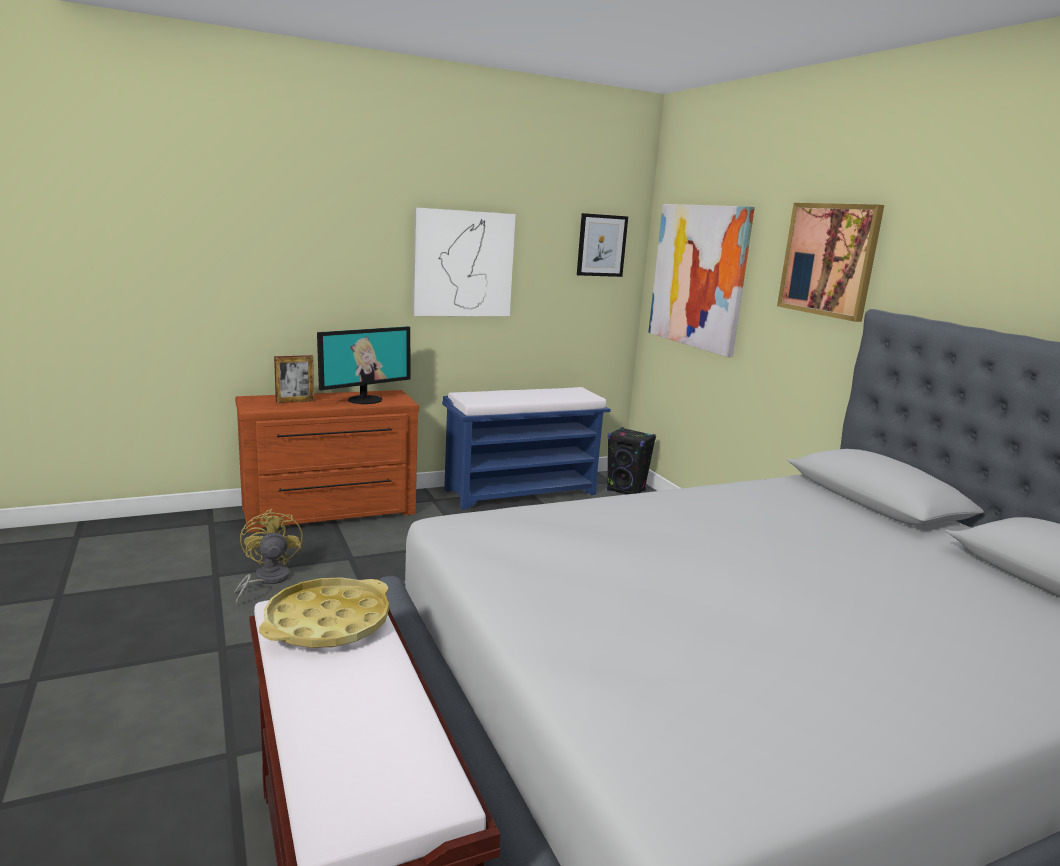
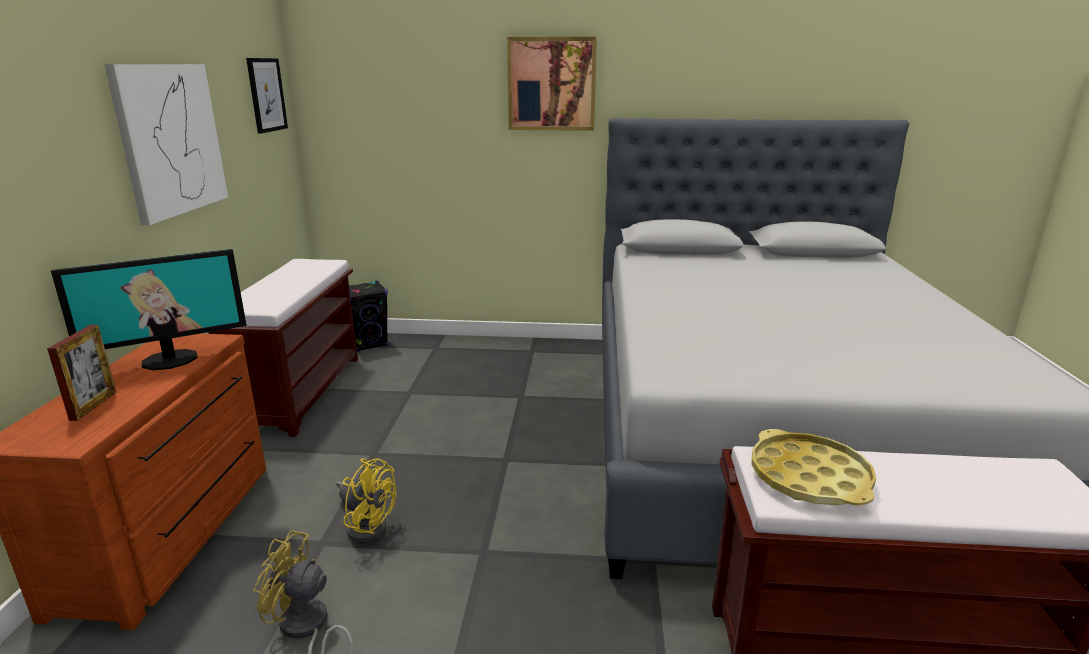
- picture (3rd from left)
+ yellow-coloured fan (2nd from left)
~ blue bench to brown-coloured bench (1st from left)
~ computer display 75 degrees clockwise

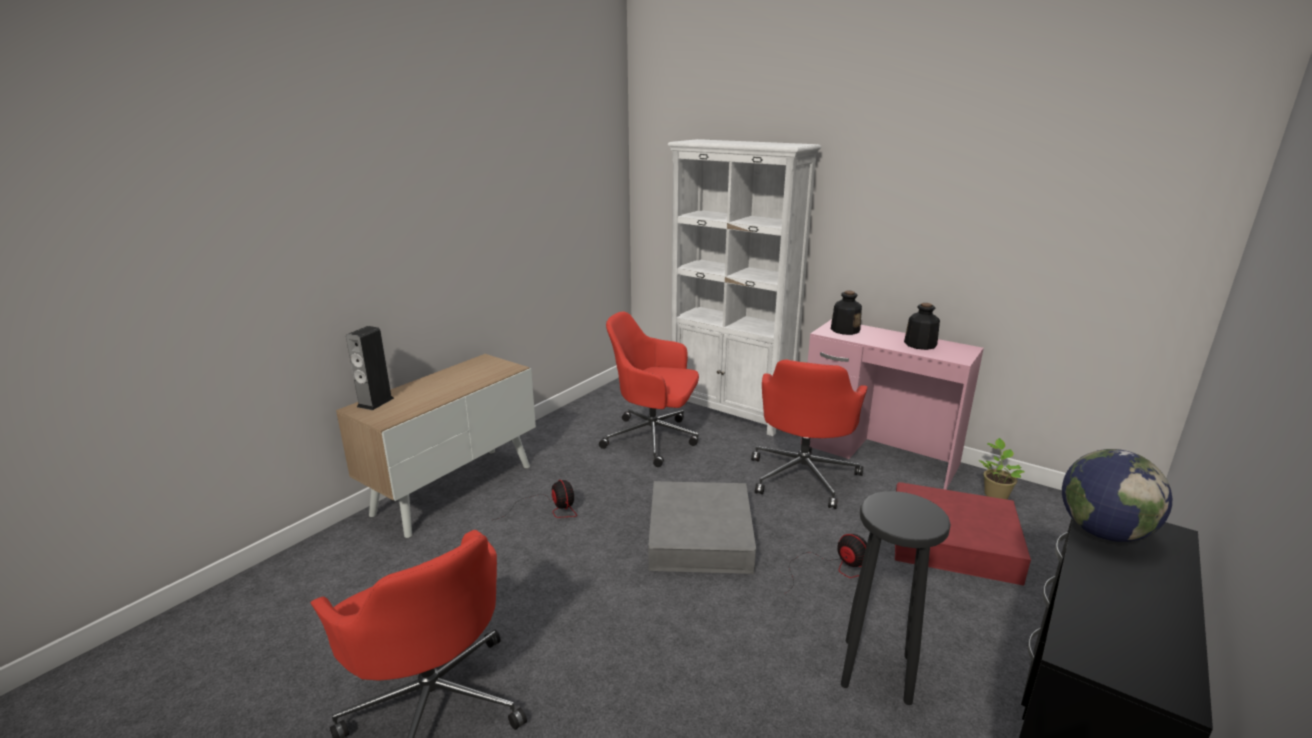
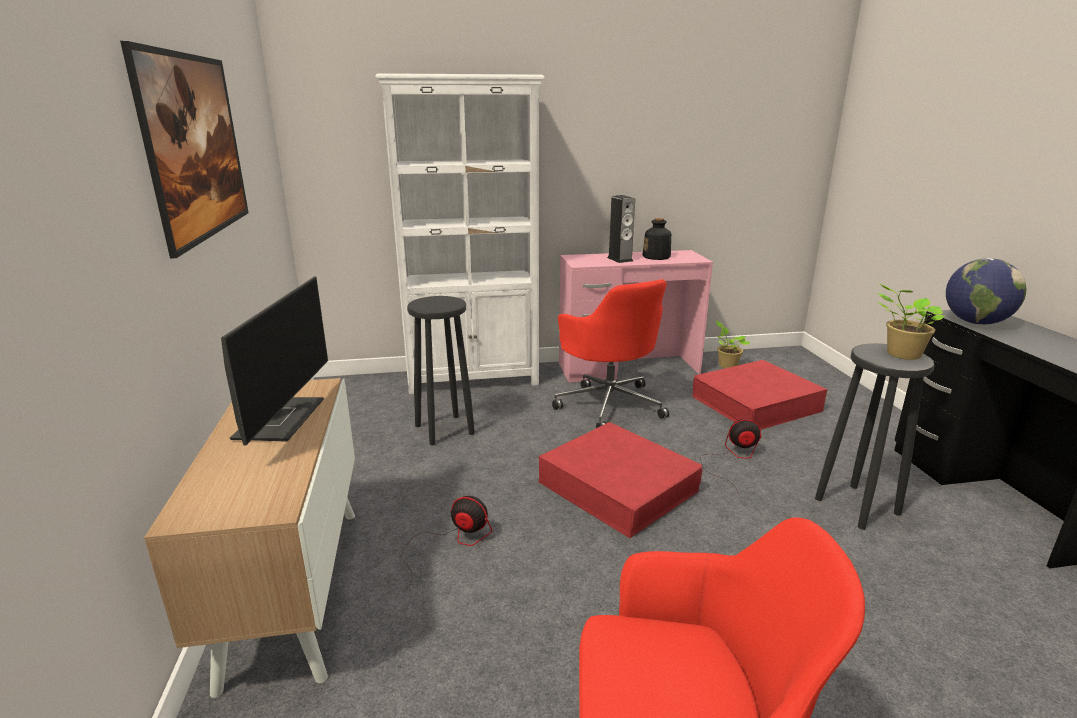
- drink bottle (1st from left)
+ picture
+ computer display
+ plant in a pot (2nd from left)
~ loudspeaker
~ red-coloured computer chair (2nd from left) to blackish stool (1st from left)
~ greyish storage container to red-coloured storage container (1st from left)

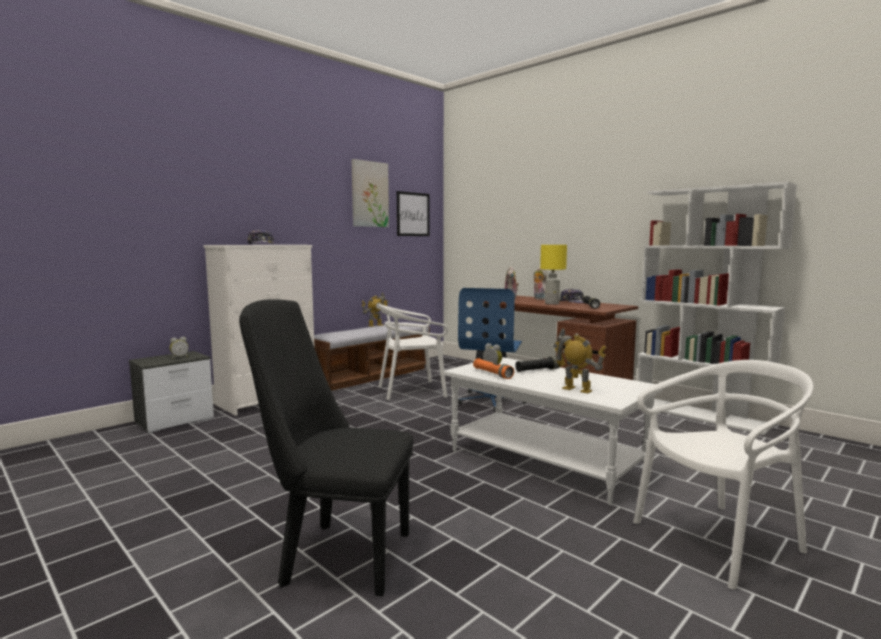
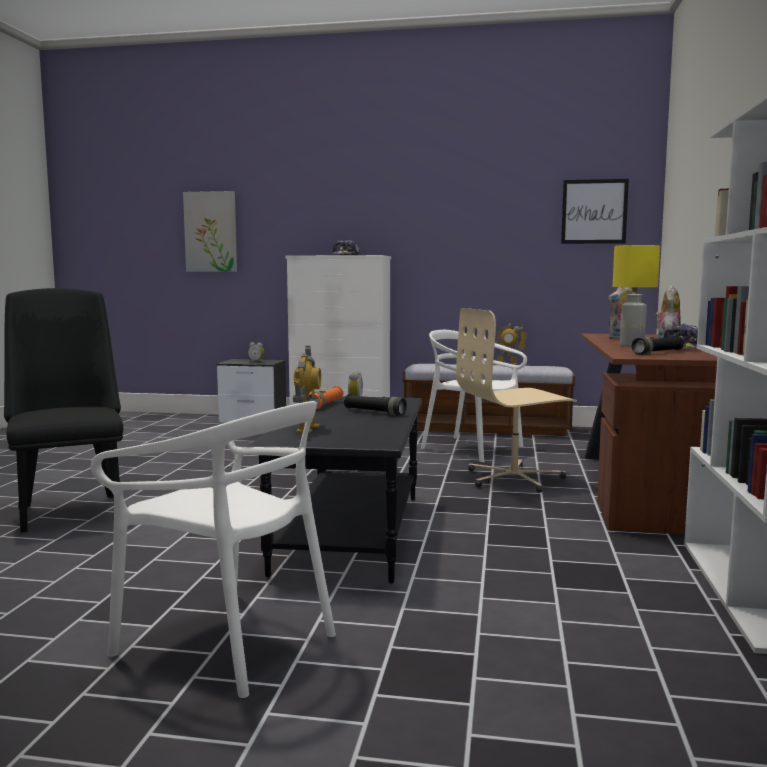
~ picture (1st from left)
~ white-coloured lounge table to blackish lounge table
~ blue computer chair to beige computer chair

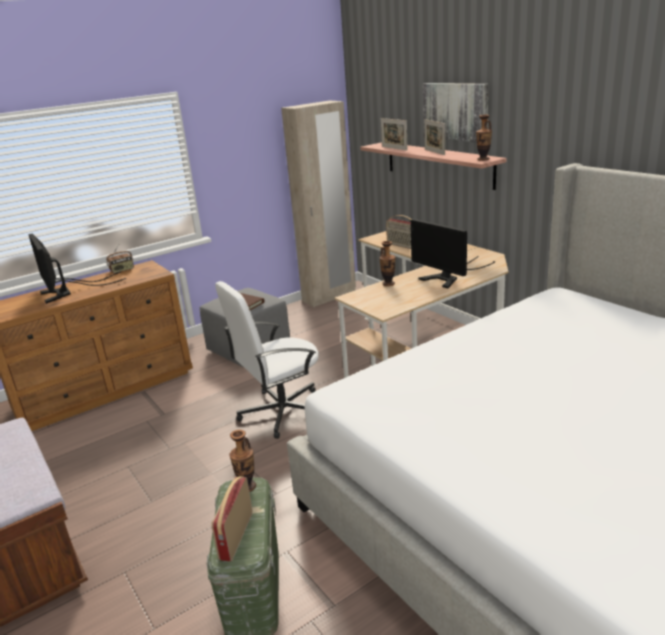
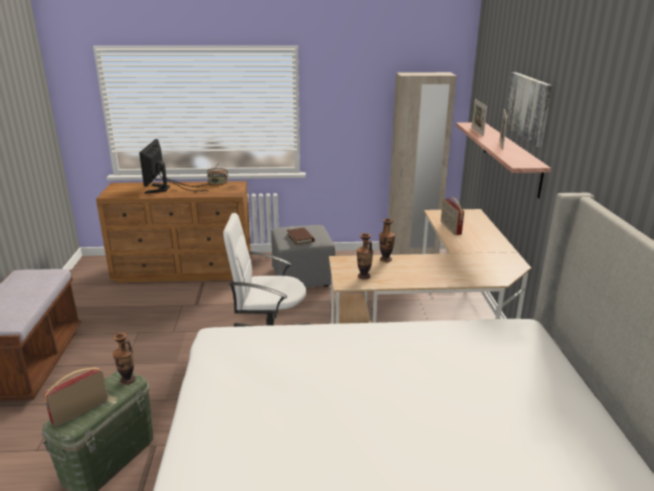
- computer display (2nd from left)
~ flower vase (3rd from left in the first image) to flower vase (2nd from left)

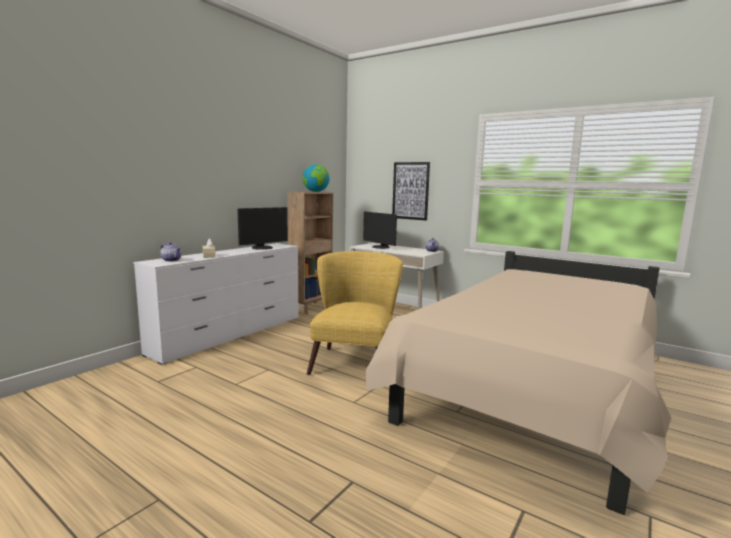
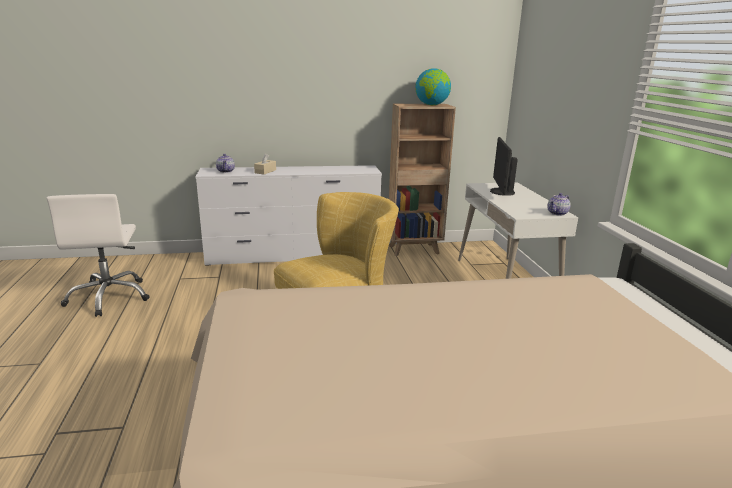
- computer display (1st from left)
- picture
+ white-coloured computer chair

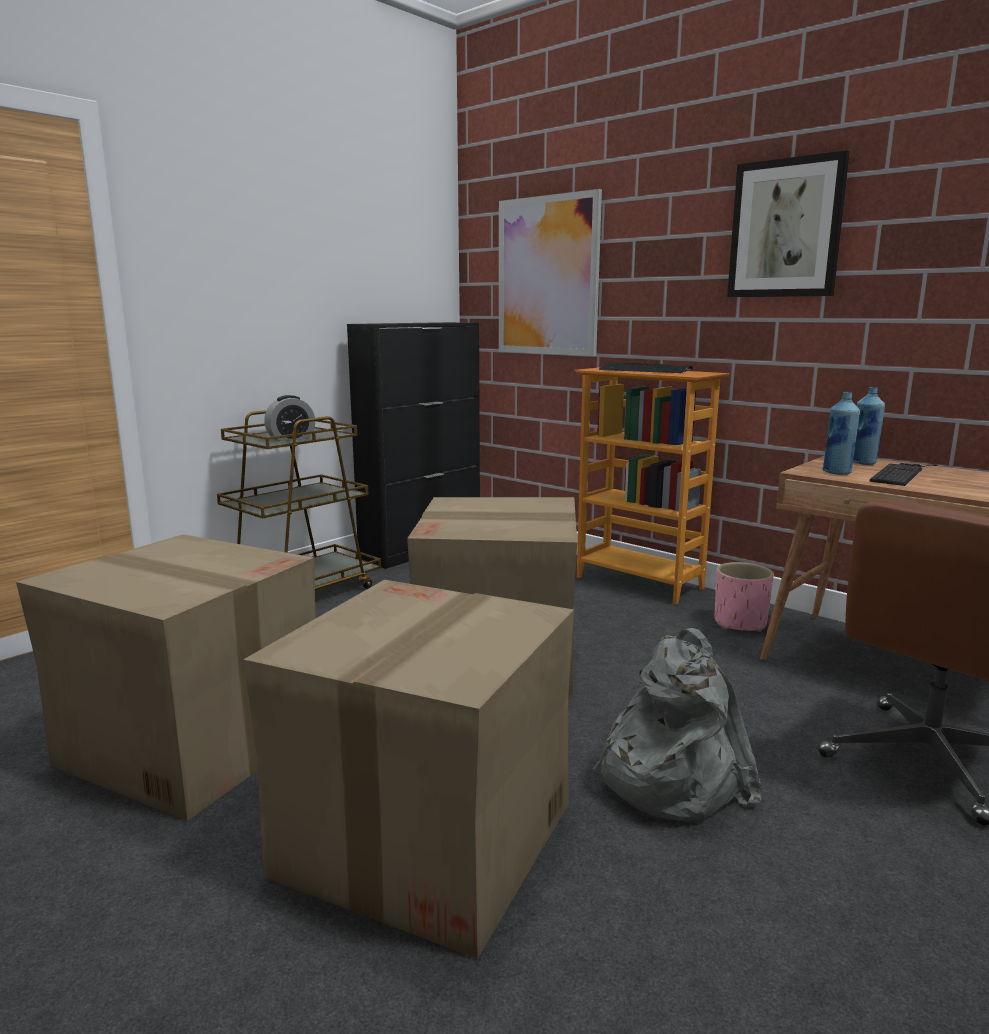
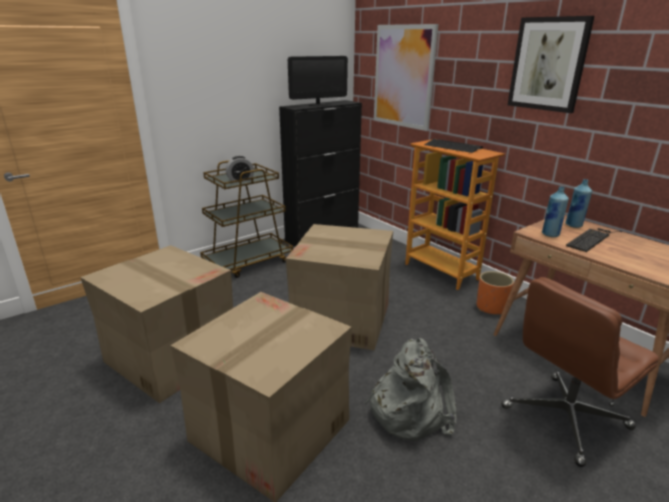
+ computer display
~ pinkish plant pot to orange plant pot

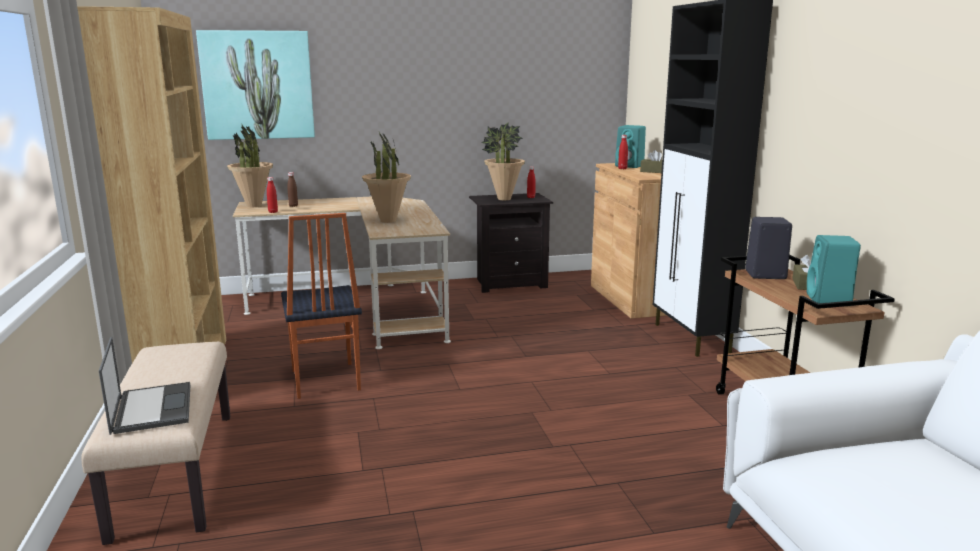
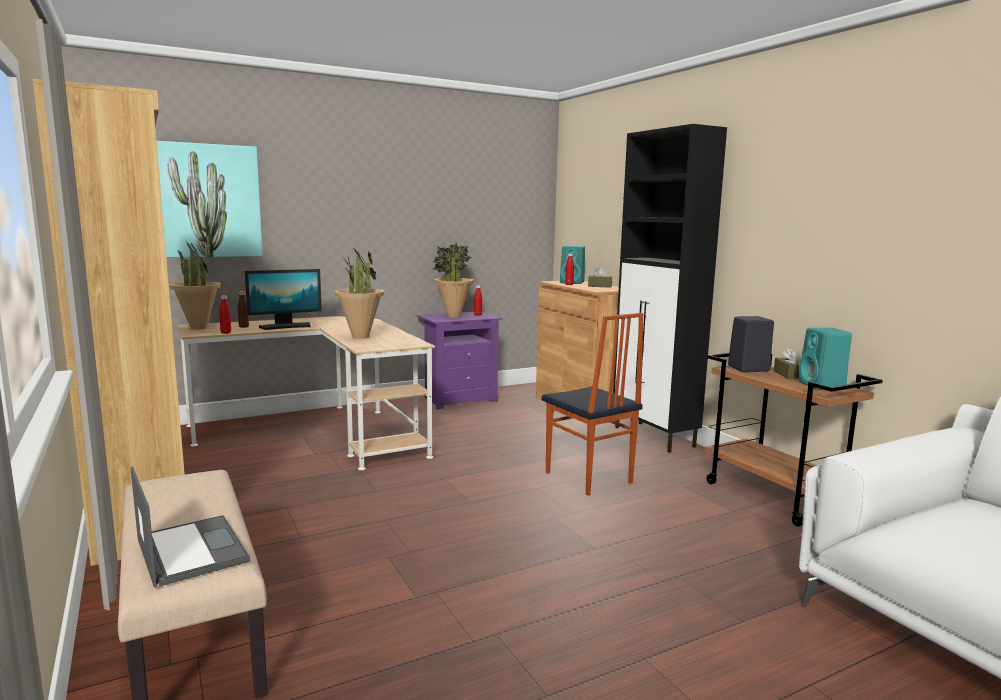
+ computer display
~ plain chair
~ blackish night table to purple night table

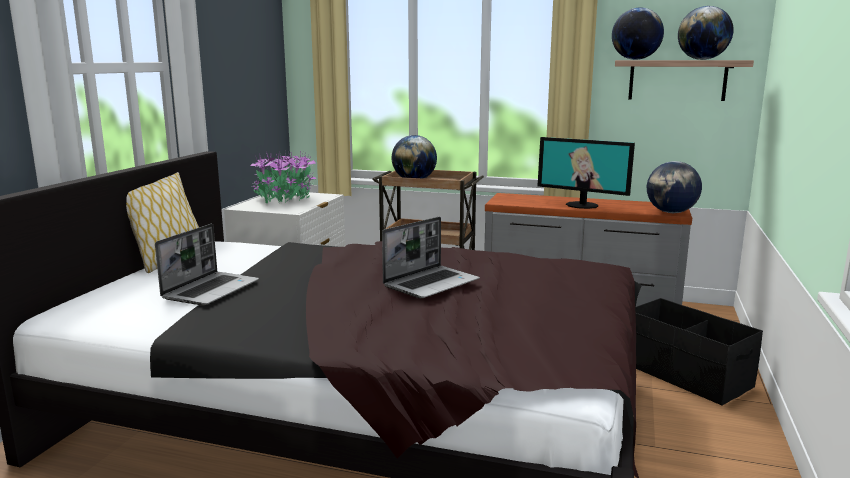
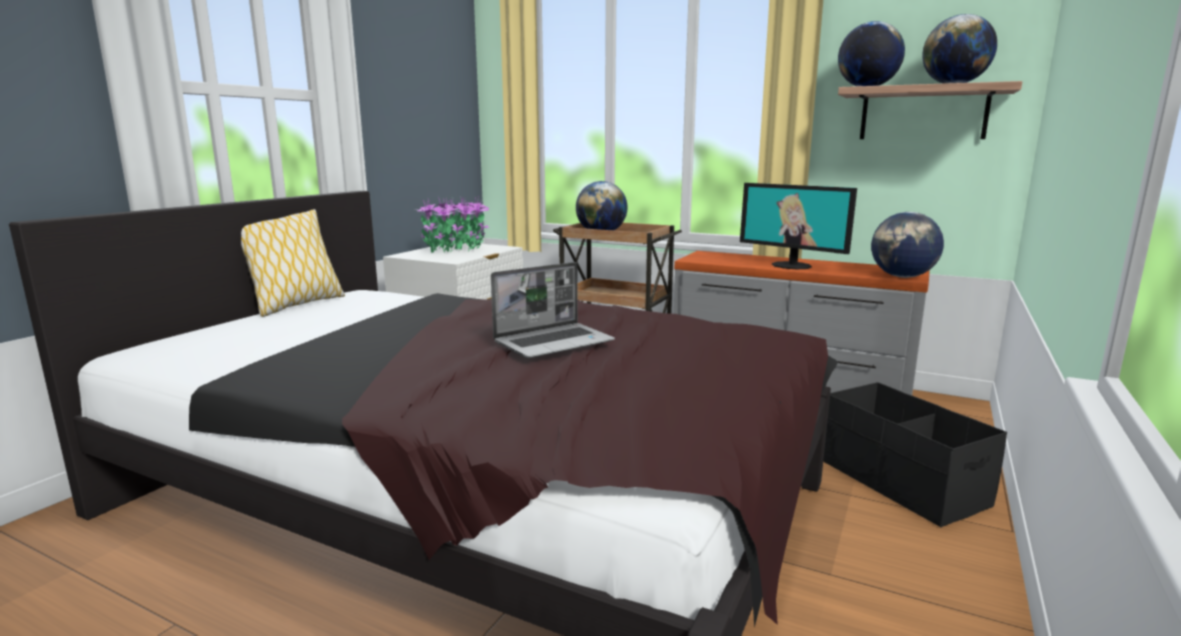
- notebook computer (1st from left)

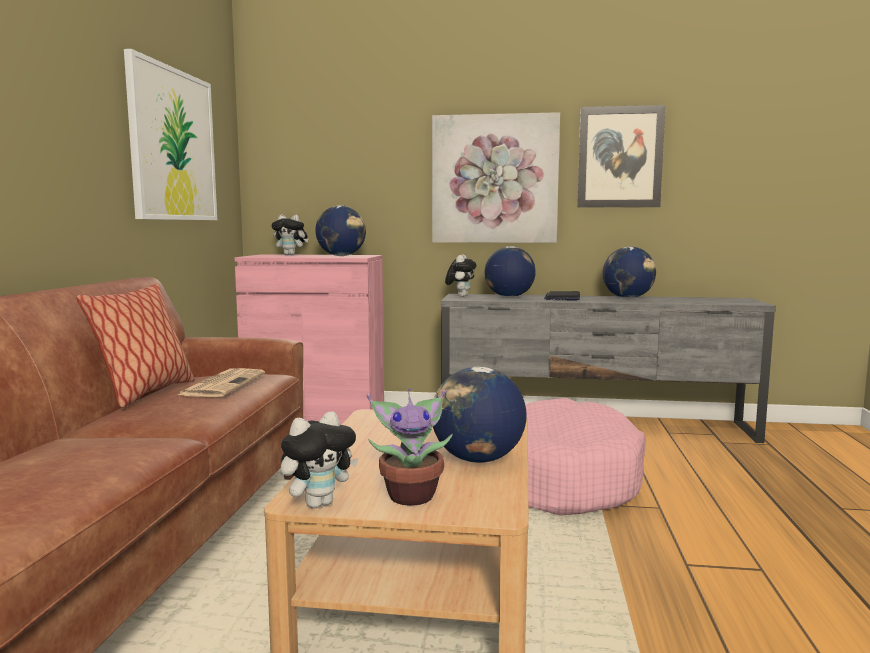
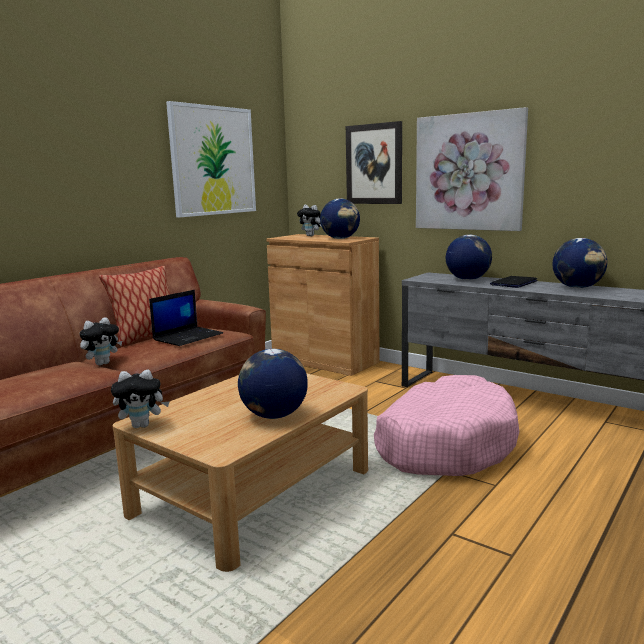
- plant in a pot
~ soft toy (3rd from left in the first image) to soft toy (1st from left)
~ picture (3rd from left in the first image) to picture (2nd from left)
~ daily paper to notebook computer (1st from left)
~ pinkish storage cabinet to brown-coloured storage cabinet

